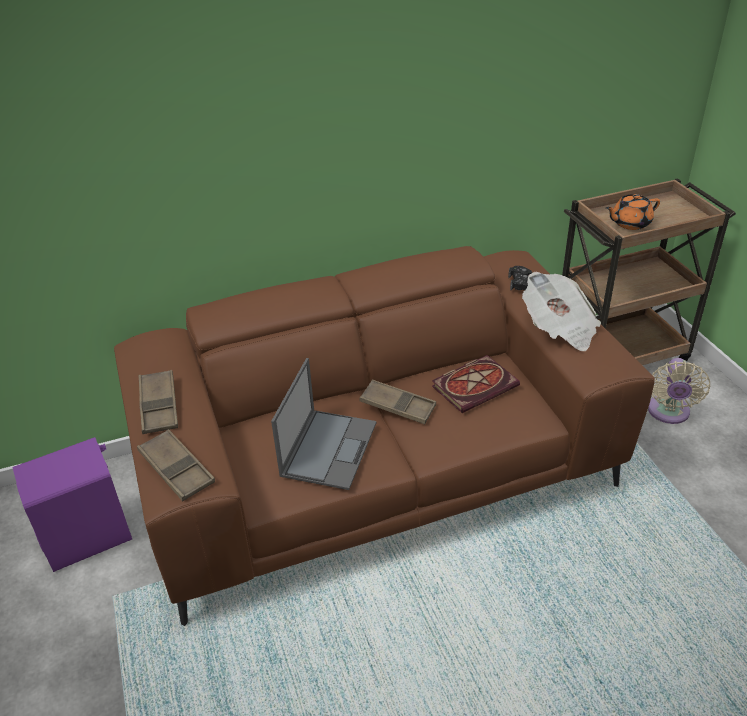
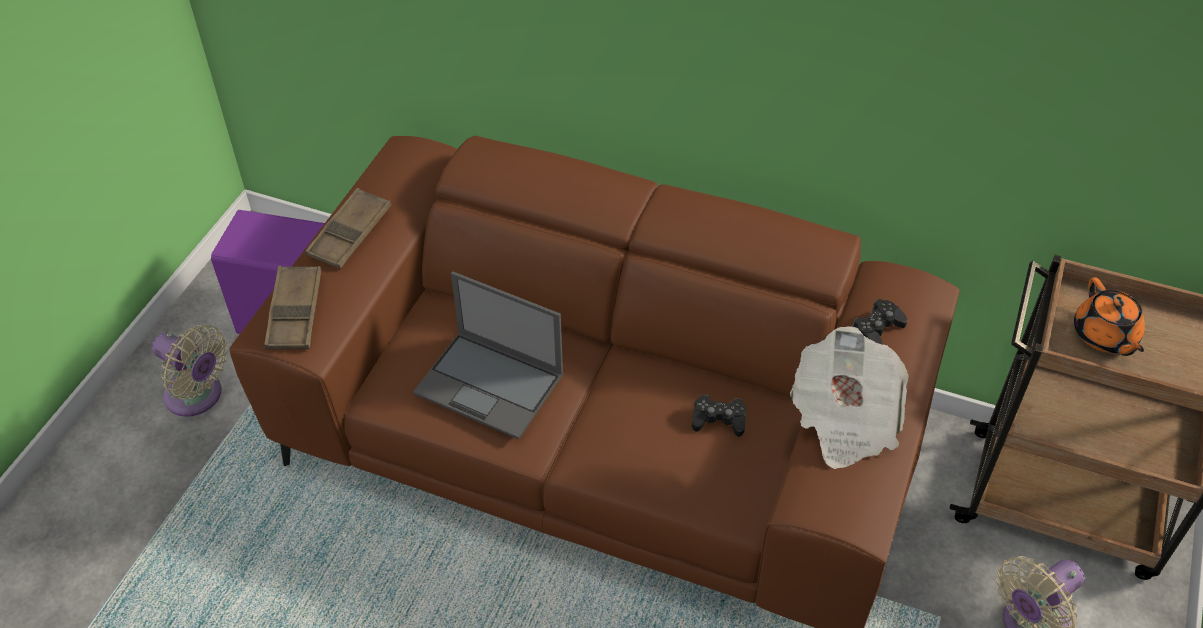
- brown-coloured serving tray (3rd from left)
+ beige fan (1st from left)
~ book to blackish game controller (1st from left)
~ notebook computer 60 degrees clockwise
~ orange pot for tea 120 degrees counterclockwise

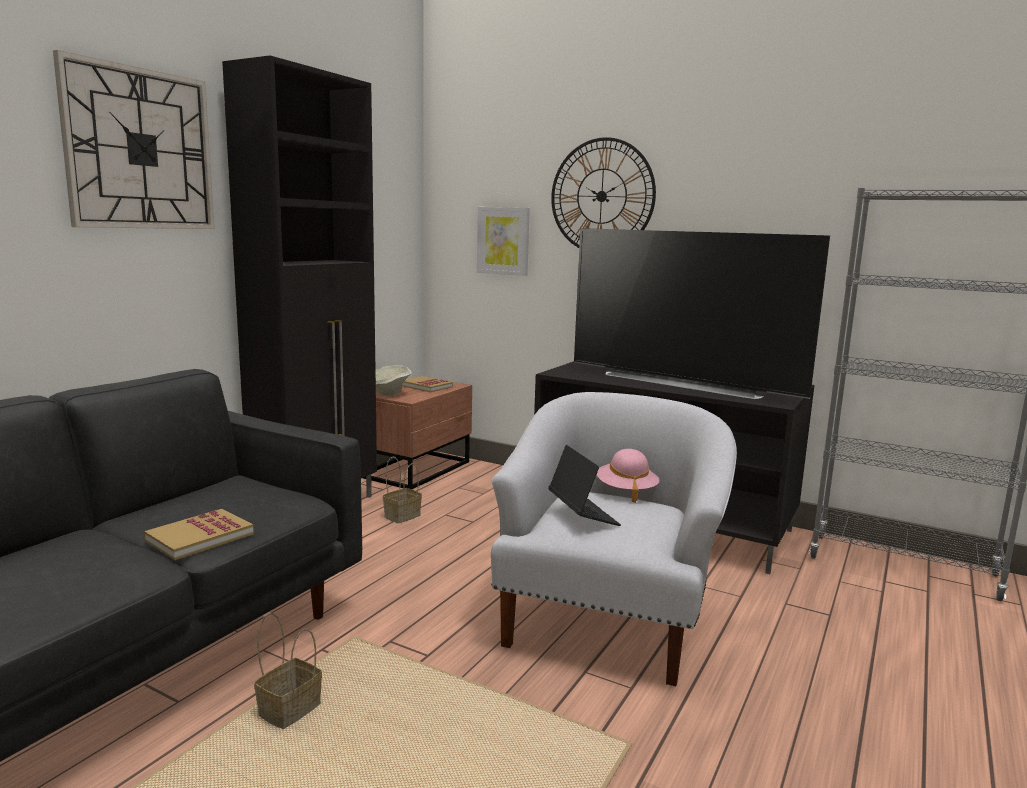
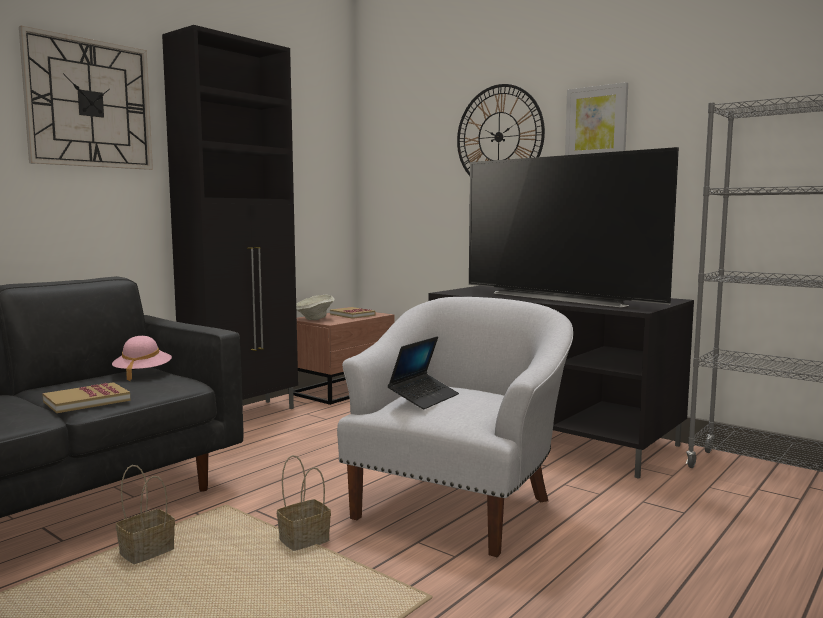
~ basket (2nd from left)
~ picture
~ pinkish hat
~ notebook computer 45 degrees clockwise

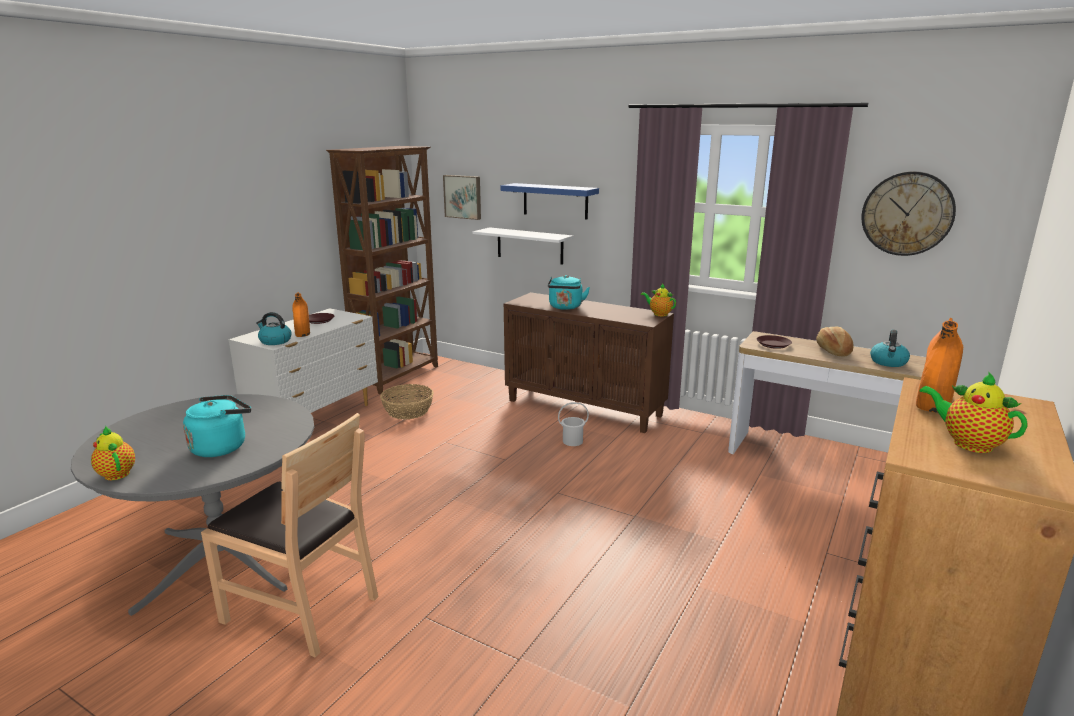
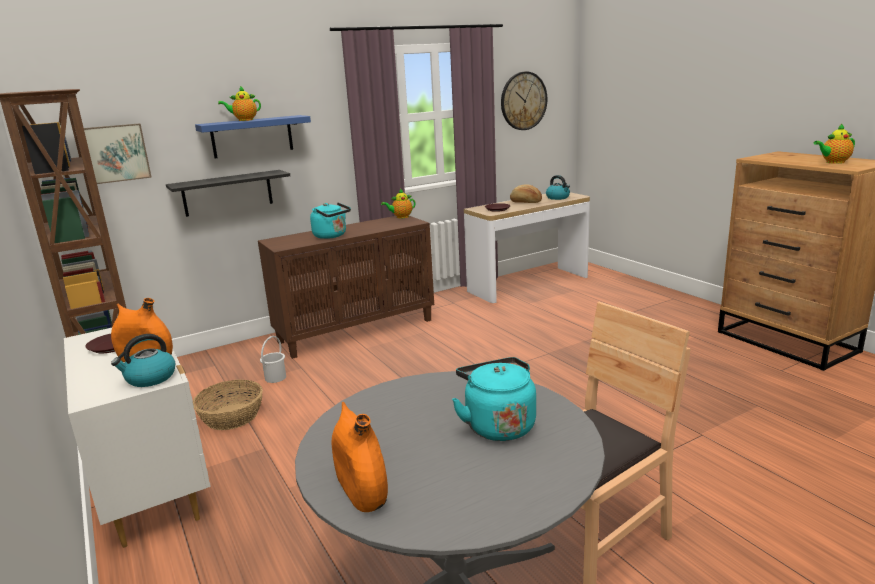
~ pot for tea (1st from left)
~ white-coloured bucket
~ orange flower vase (2nd from left)
~ white-coloured bracket shelf to blackish bracket shelf

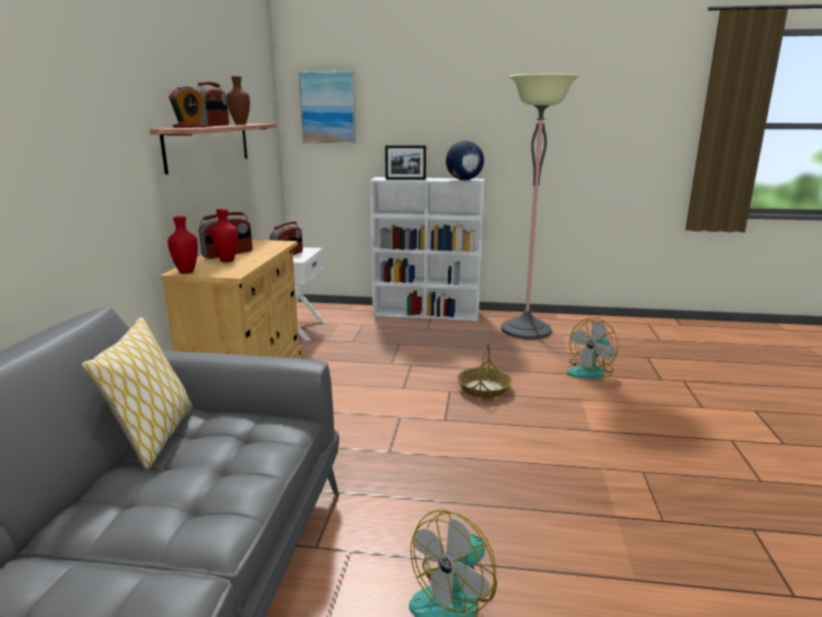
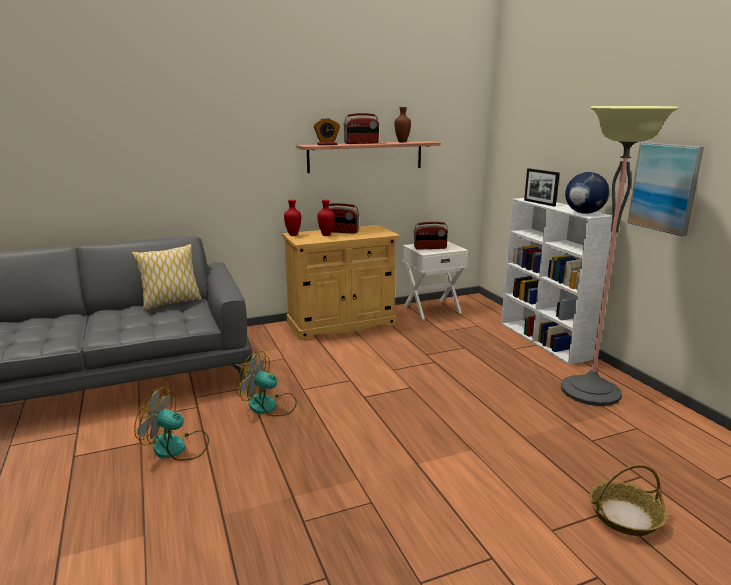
~ picture
~ basket
~ fan (2nd from left)

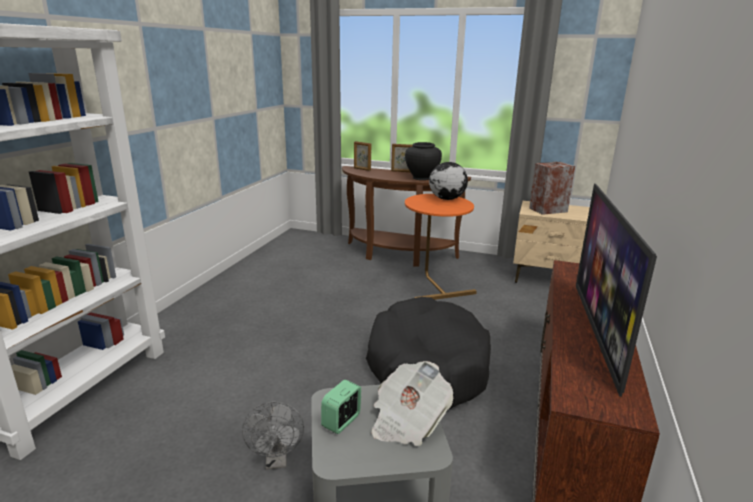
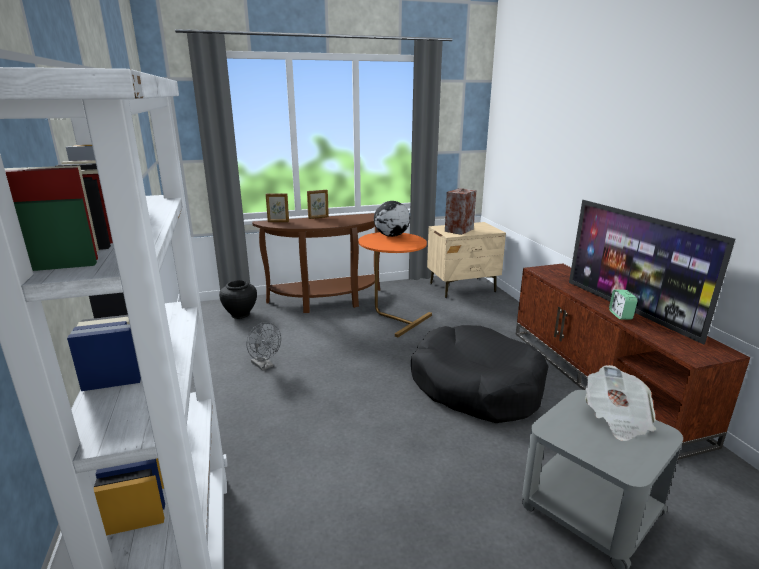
~ greyish fan
~ table clock
~ blackish flower vase

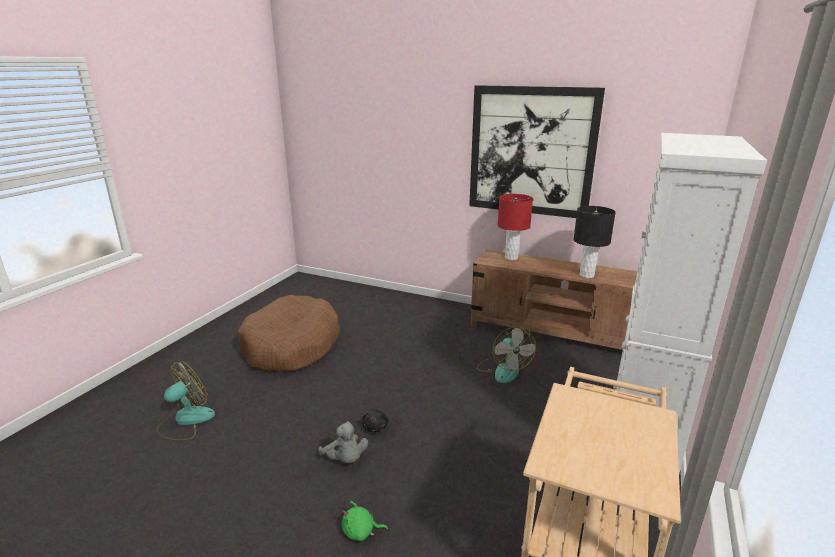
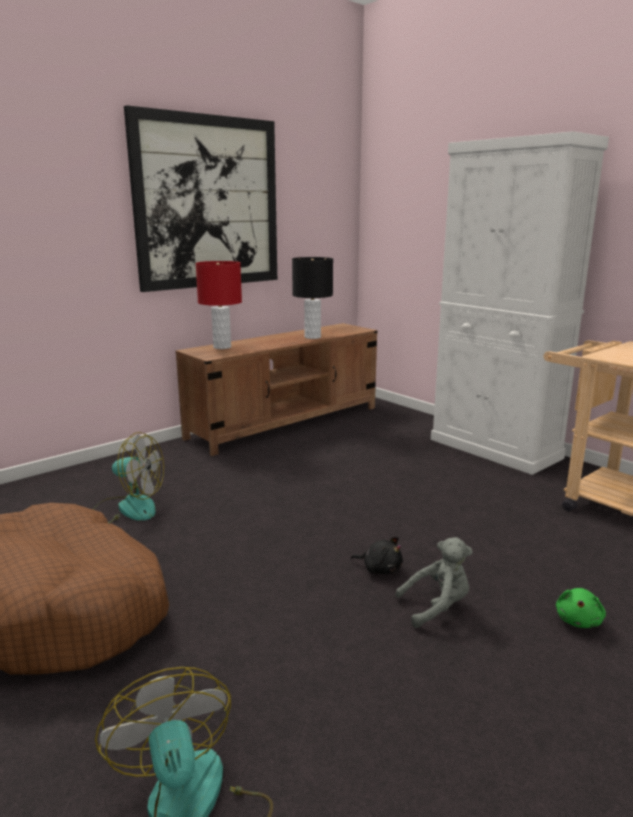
~ fan (2nd from left in the first image) to fan (1st from left)

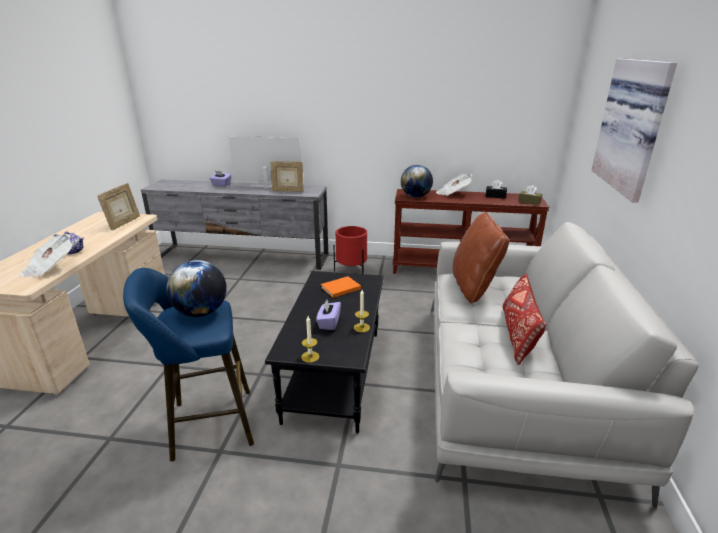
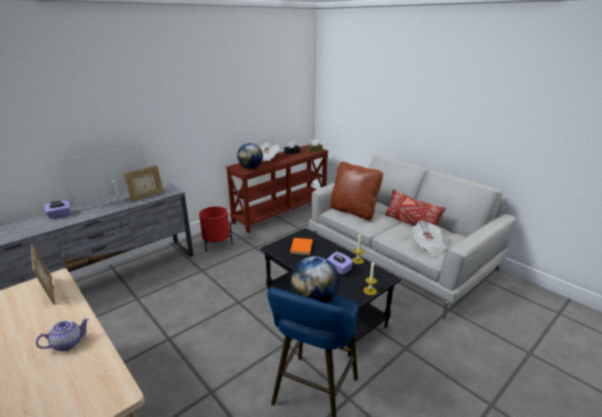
- picture
~ daily paper (1st from left in the first image) to daily paper (2nd from left)

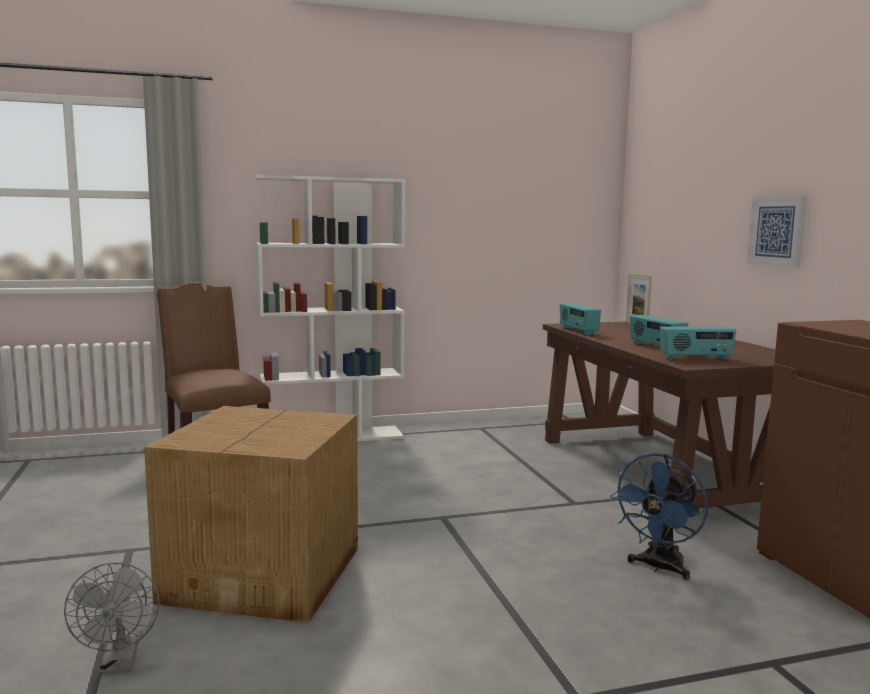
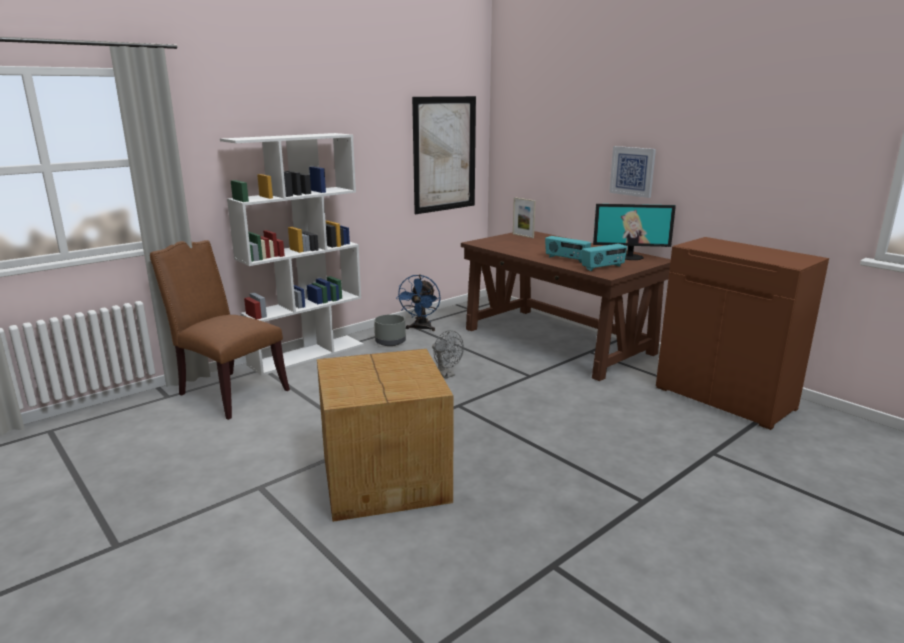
- radio (1st from left)
+ greyish plant pot
+ picture (1st from left)
+ computer display
~ greyish fan
~ blue fan

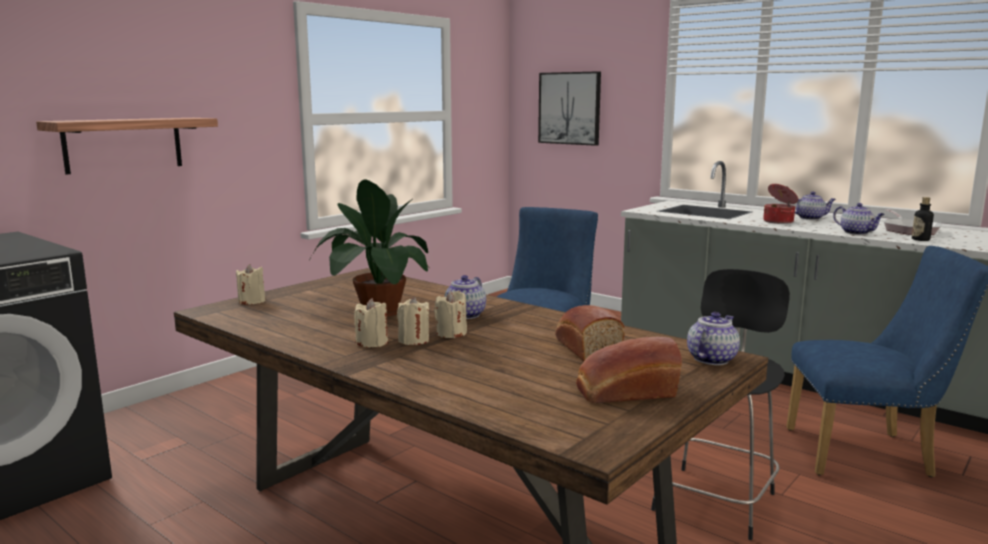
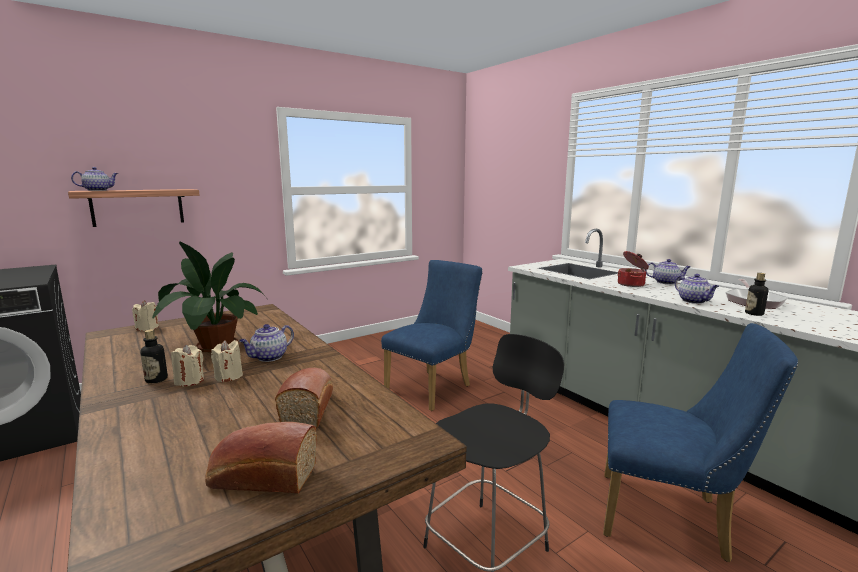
- picture
~ pot for tea (2nd from left in the first image) to pot for tea (1st from left)
~ beige candle (2nd from left) to drink bottle (1st from left)

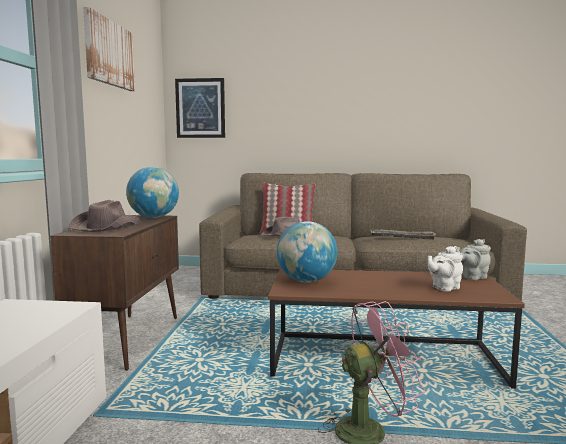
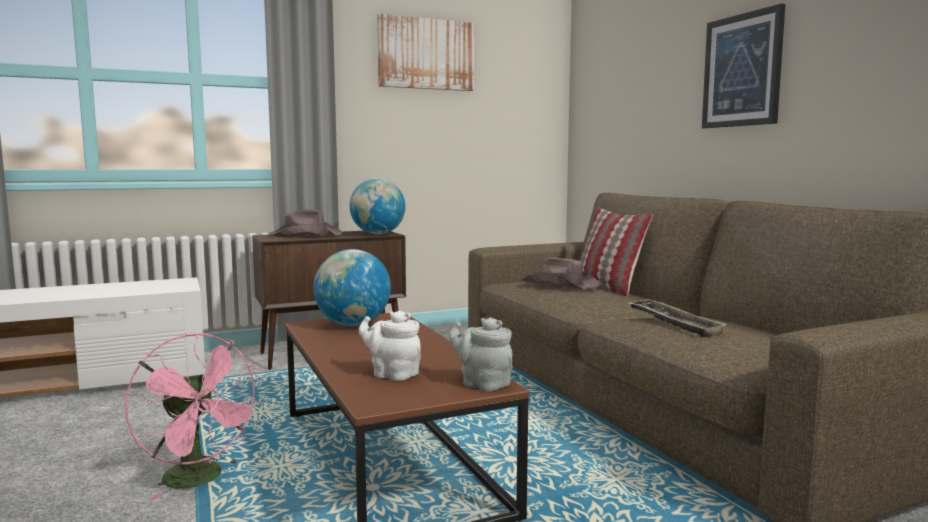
~ picture (2nd from left)

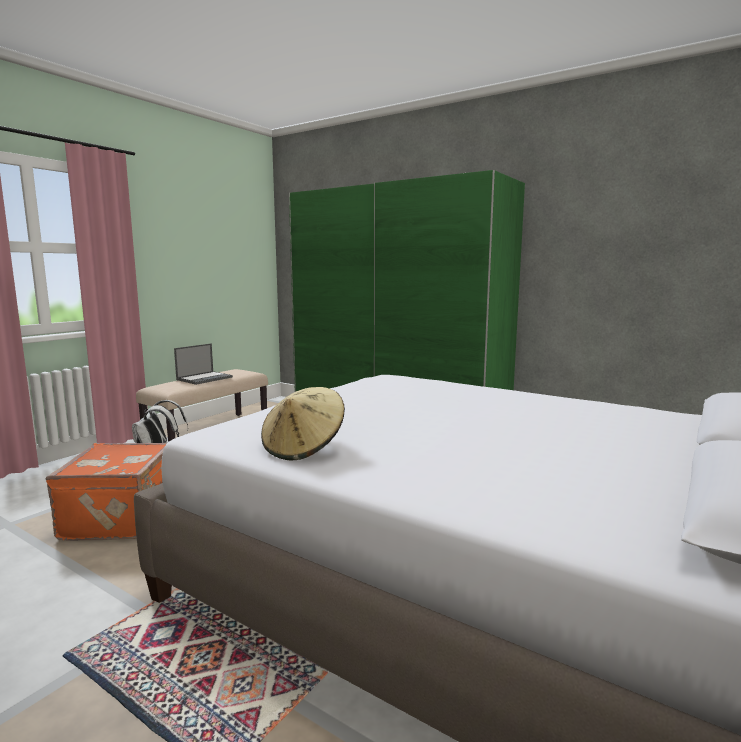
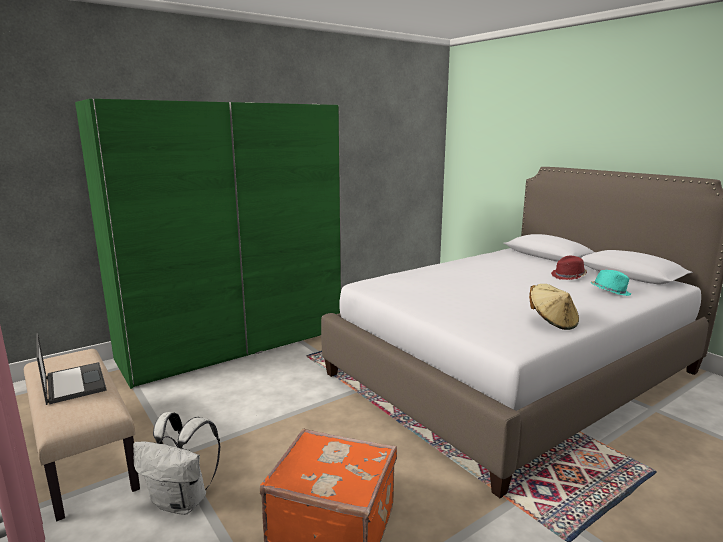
+ red-coloured hat
+ turquoise-coloured hat

